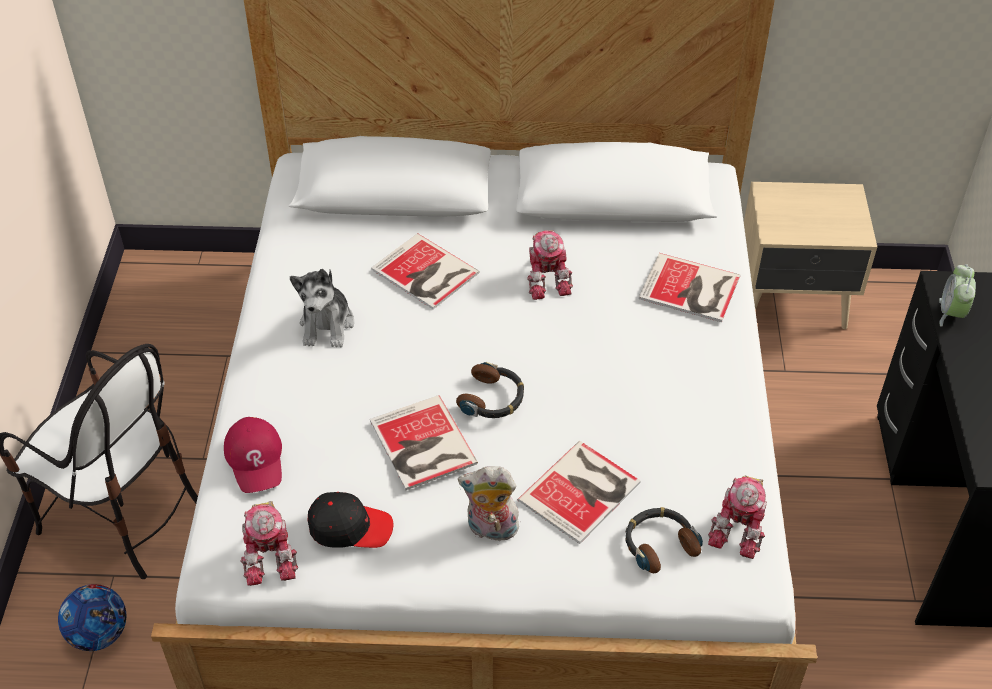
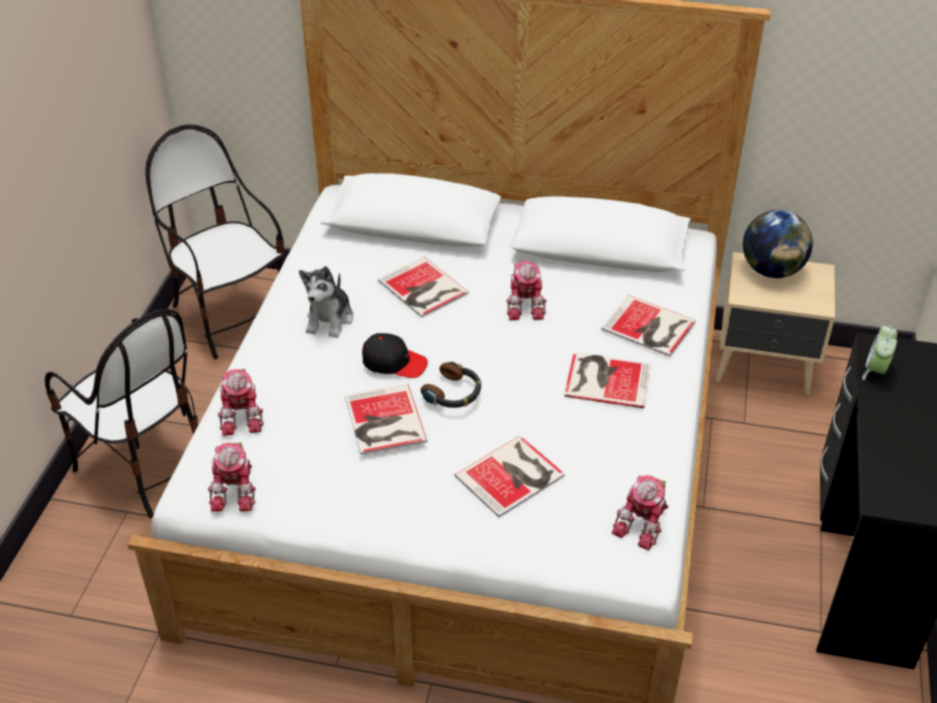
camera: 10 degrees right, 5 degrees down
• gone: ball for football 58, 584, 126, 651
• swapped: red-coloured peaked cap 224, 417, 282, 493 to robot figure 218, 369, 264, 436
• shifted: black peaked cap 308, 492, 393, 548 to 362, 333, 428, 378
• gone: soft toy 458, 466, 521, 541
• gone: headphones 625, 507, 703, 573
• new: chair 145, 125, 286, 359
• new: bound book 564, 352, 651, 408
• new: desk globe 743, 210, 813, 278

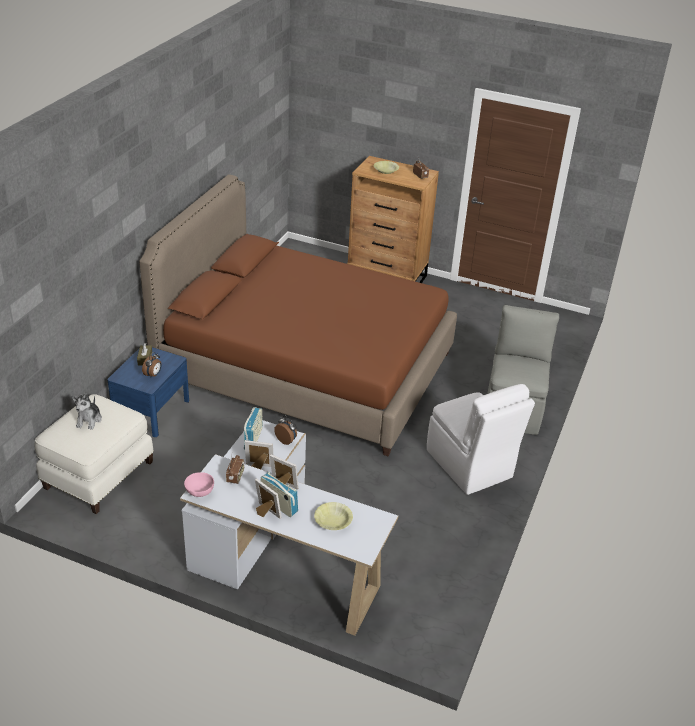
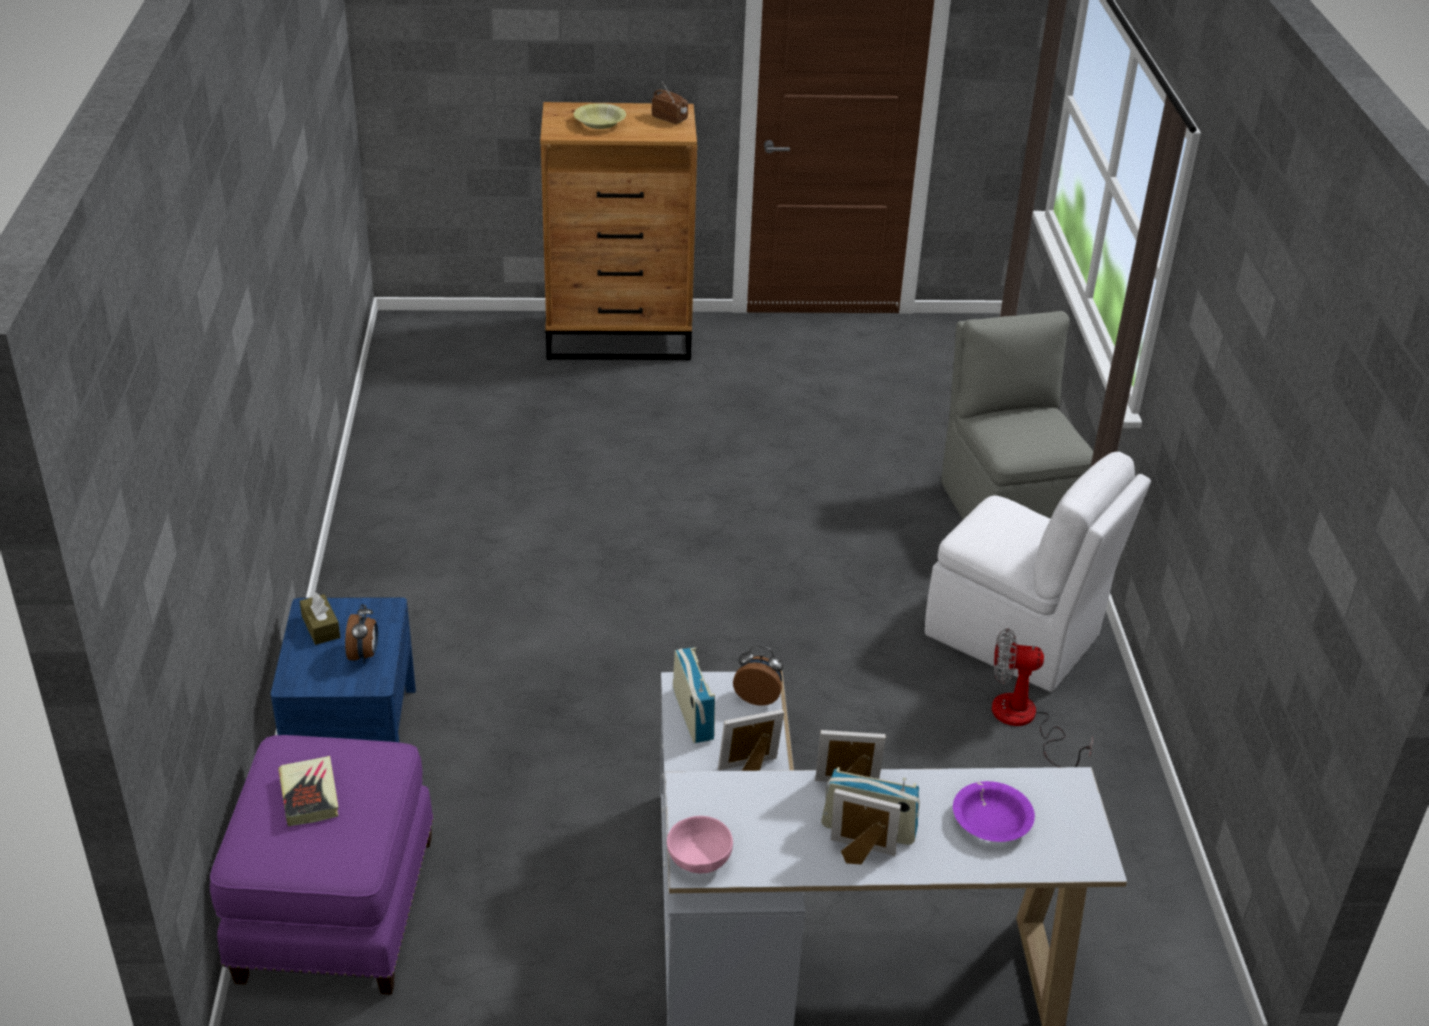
camera: 25 degrees left, 0 degrees up
• repainted: white ottoman 34, 394, 154, 514 to purplish ottoman 210, 735, 433, 995
• swapped: soft toy 72, 393, 102, 430 to bound book 279, 756, 338, 826
• gone: brownish sleeping bed 139, 175, 457, 456
• gone: radio set 226, 455, 244, 484
• repainted: yellowish deep dish 314, 502, 353, 530 to purplish deep dish 953, 781, 1035, 842
• new: electric fan 992, 628, 1093, 767

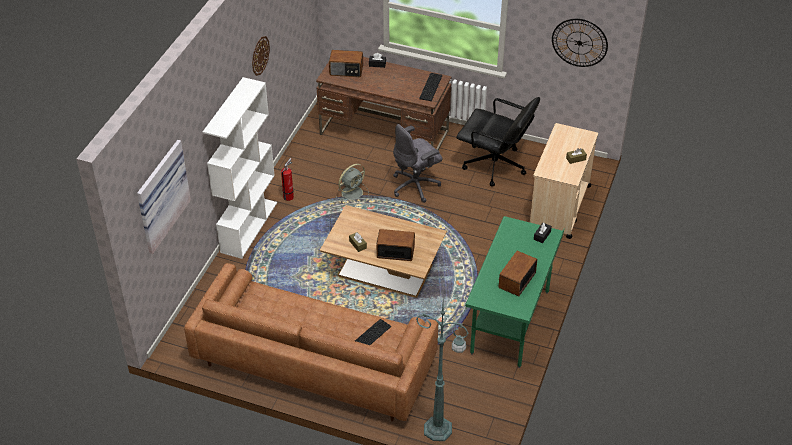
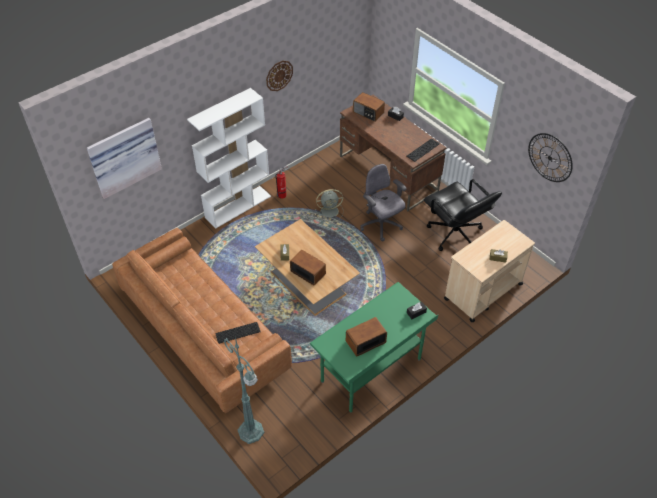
camera: 30 degrees right, 5 degrees up
• rotated: greyish desk chair 393, 124, 442, 203 = 361, 164, 406, 241 60 degrees clockwise

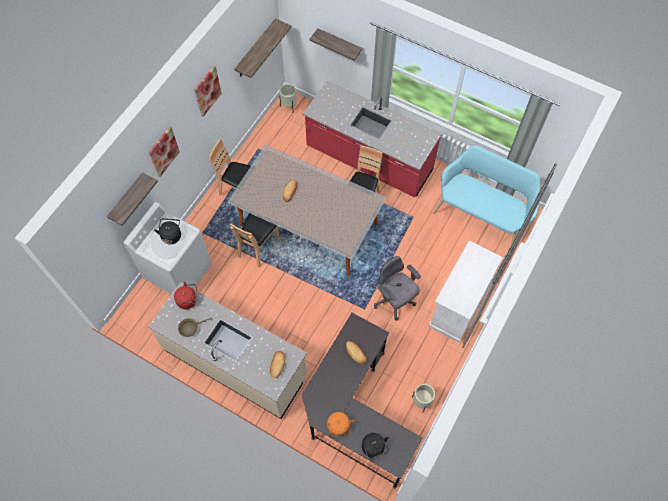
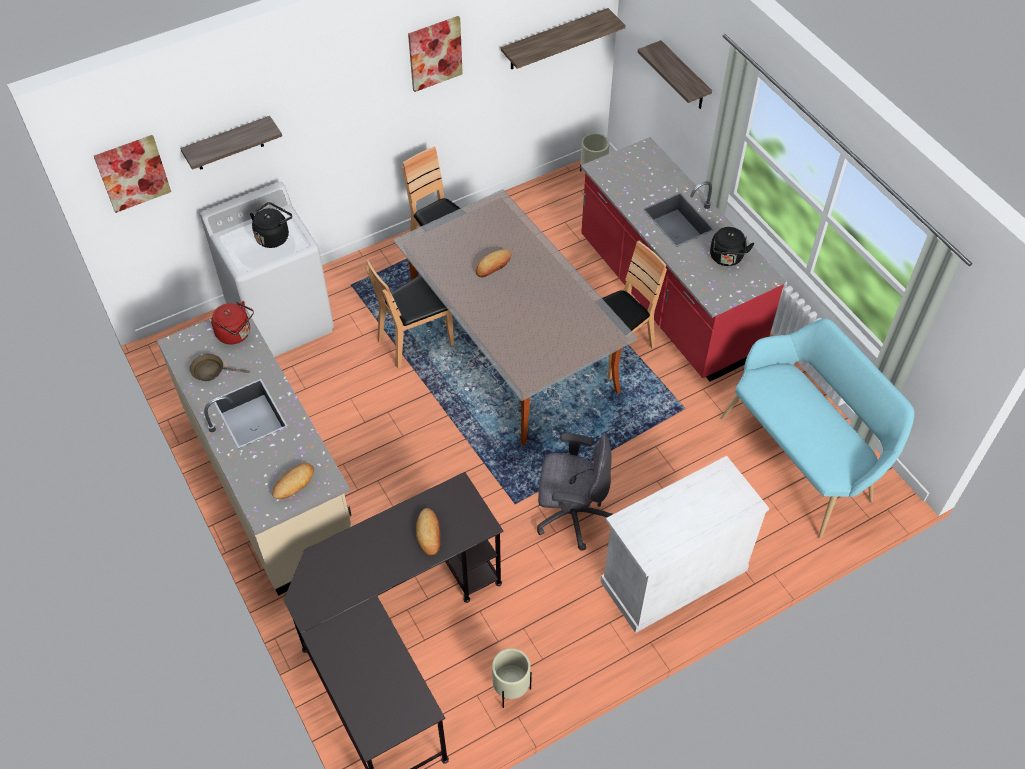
camera: 30 degrees right, 10 degrees down
• shifted: picture 149, 127, 180, 177 to 94, 135, 171, 213
• gone: orangey tea kettle 327, 412, 355, 437
• shifted: black tea kettle 362, 433, 389, 460 to 710, 227, 754, 266
• rotated: greyish desk chair 374, 256, 421, 321 = 537, 433, 613, 551 105 degrees clockwise

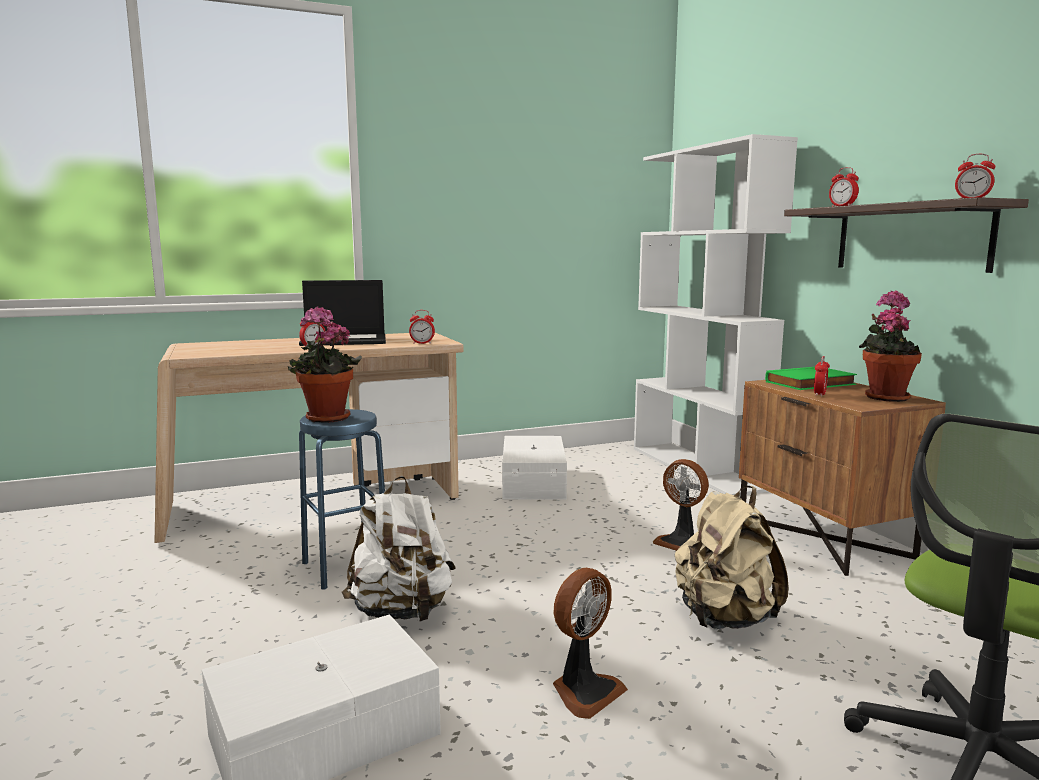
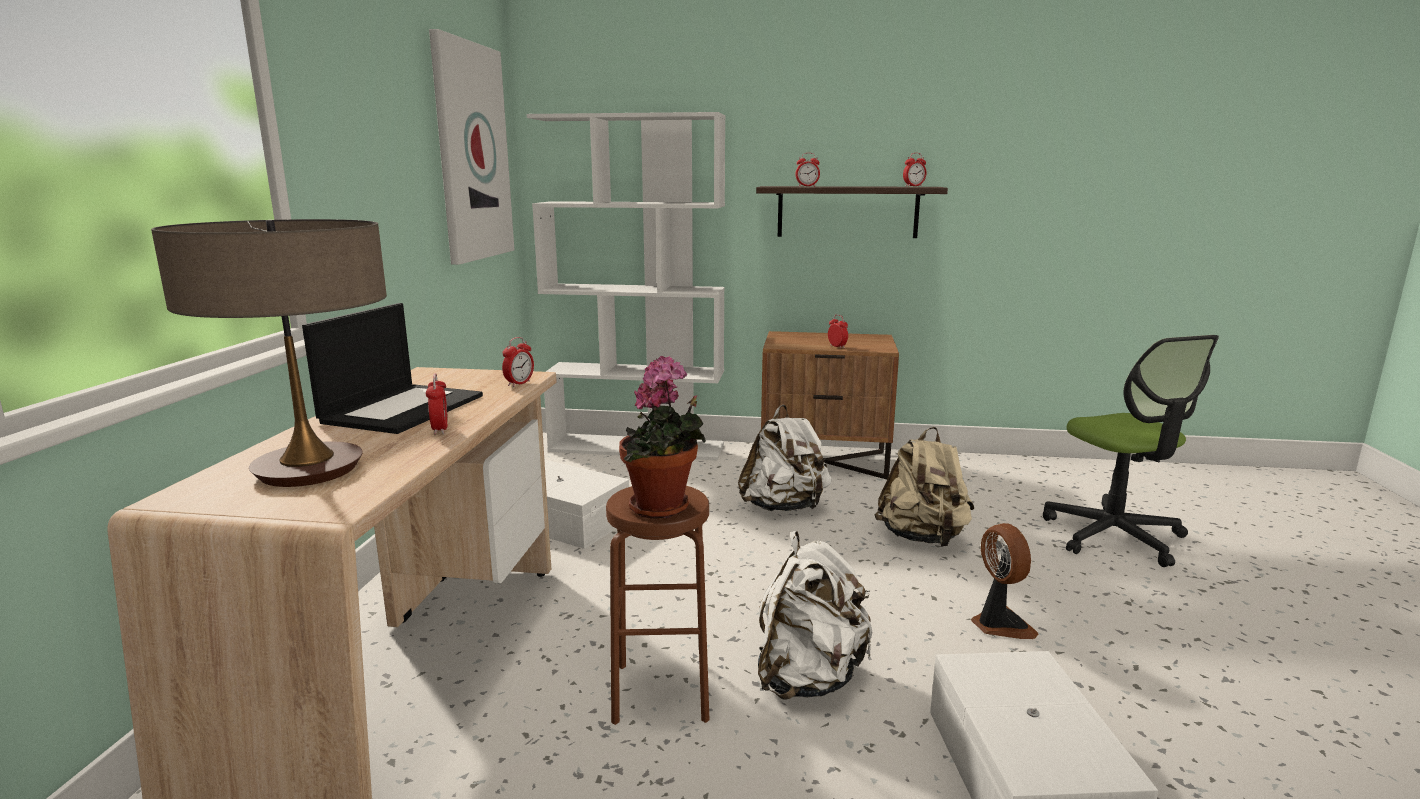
camera: 60 degrees left, 5 degrees up
• repainted: blue-coloured stool 299, 409, 385, 590 to brownish stool 606, 486, 710, 725
• swapped: electric fan 653, 459, 709, 551 to white backpack 738, 405, 832, 511
• gone: green bound book 765, 367, 857, 390
• gone: plant in a pot 859, 290, 922, 402
• new: tabletop lamp 151, 219, 387, 487
• new: picture 429, 29, 514, 265

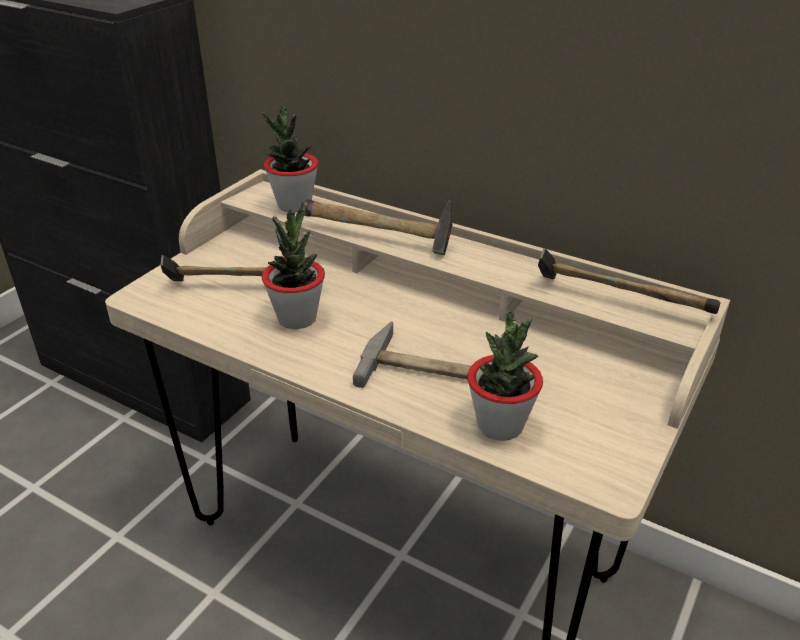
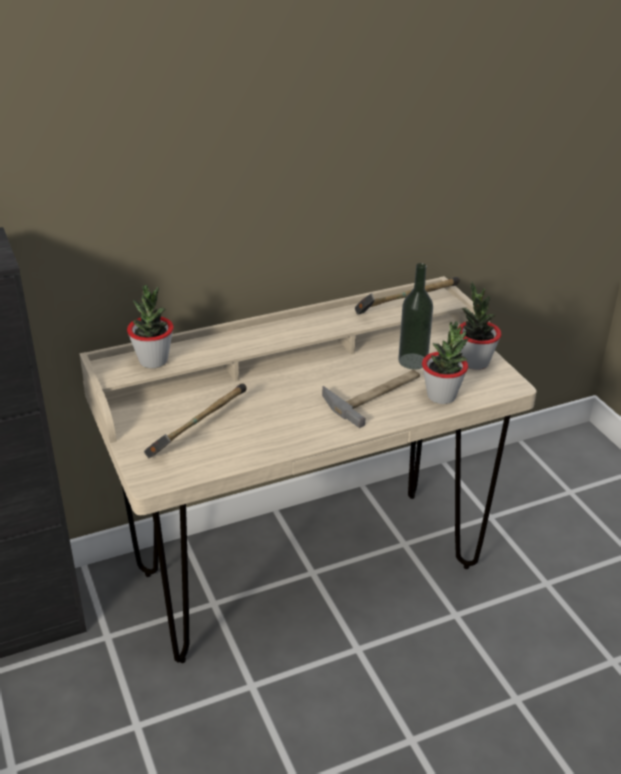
camera: 55 degrees left, 0 degrees up
• shifted: plant in a pot 262, 201, 325, 329 to 458, 282, 501, 370
• gone: hammer 304, 199, 453, 255
• new: drink bottle 398, 263, 433, 369

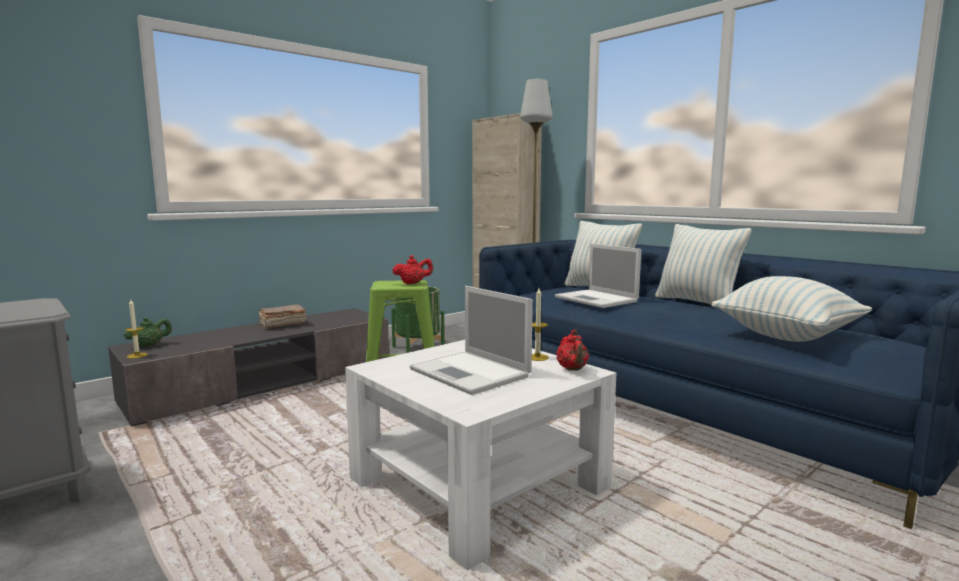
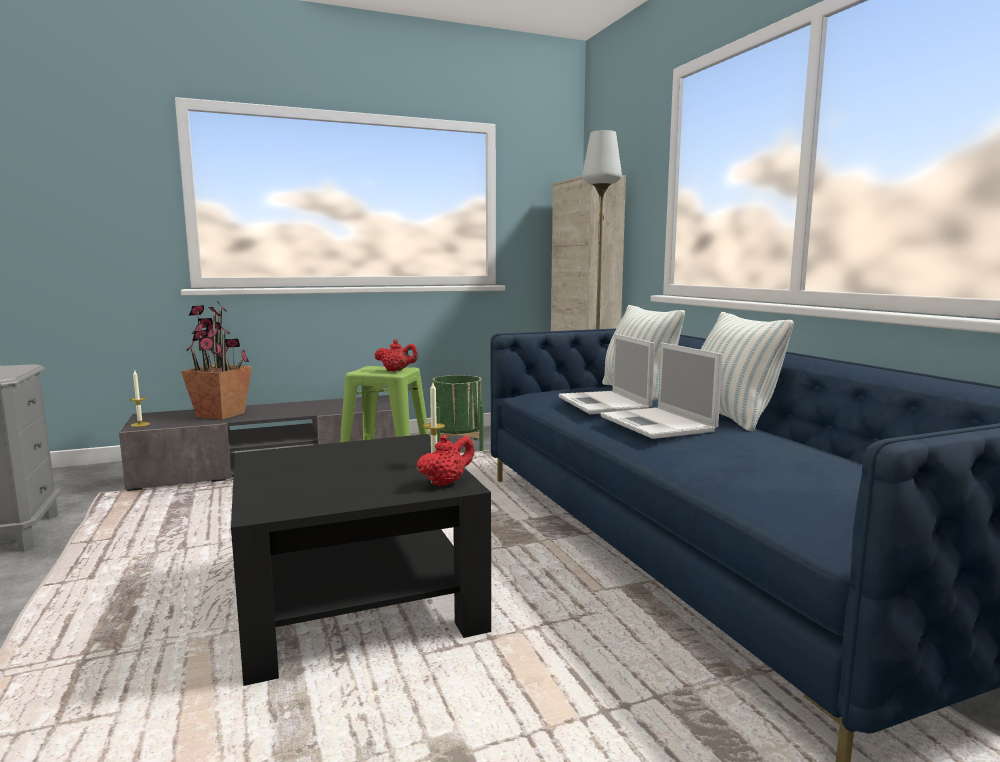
camera: 20 degrees right, 0 degrees up
• gone: green tea pot 124, 317, 172, 347
• gone: brownish bound book 258, 305, 307, 329
• repainted: white coffee table 345, 340, 616, 571 to black coffee table 231, 434, 491, 686
• shifted: notebook computer 410, 286, 533, 395 to 600, 342, 723, 439
• rotated: red-coloured tea pot 556, 330, 589, 371 = 417, 435, 474, 486 150 degrees counterclockwise
• gone: cushion 711, 276, 872, 342
• new: plant in a pot 181, 302, 252, 420

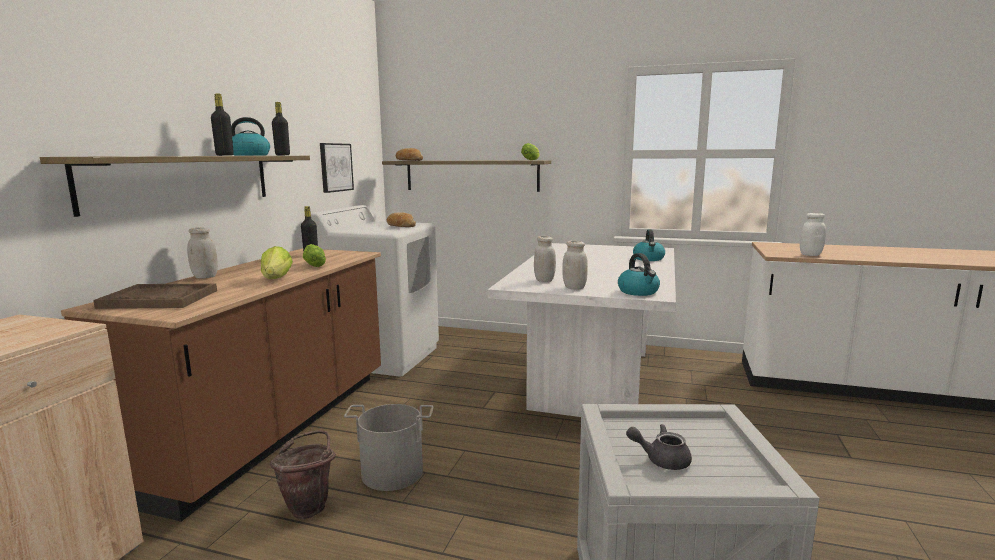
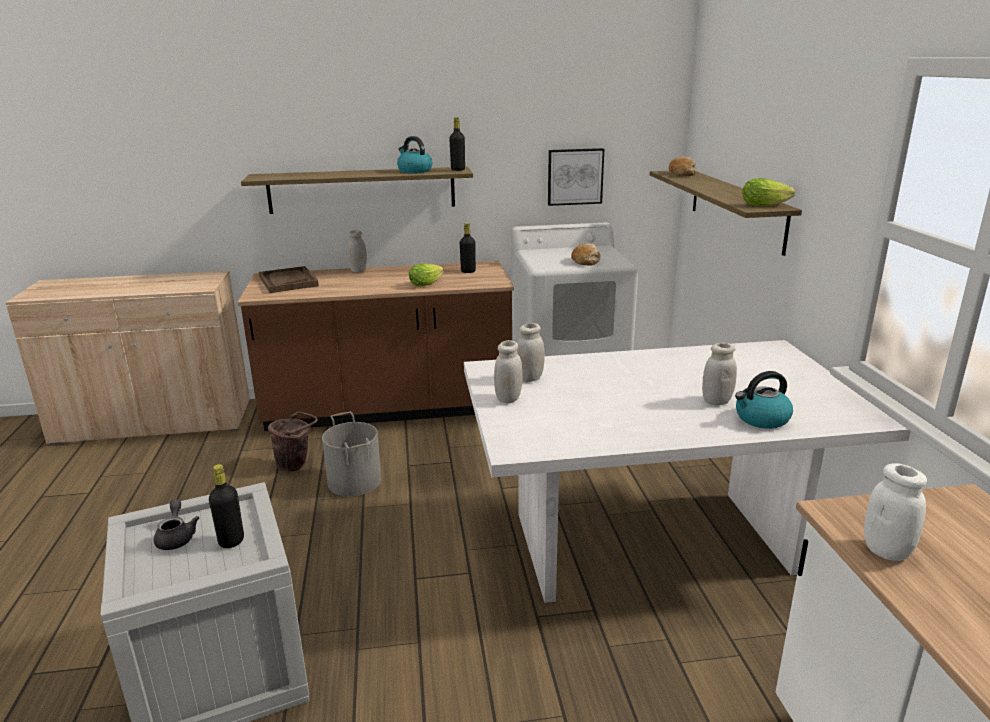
camera: 65 degrees right, 10 degrees up
• shifted: black drink bottle 211, 94, 234, 156 to 209, 464, 244, 548
• gone: head of lettuce 261, 246, 293, 279
• gone: tea kettle 618, 253, 660, 296
• new: white preserve jar 702, 343, 737, 405

